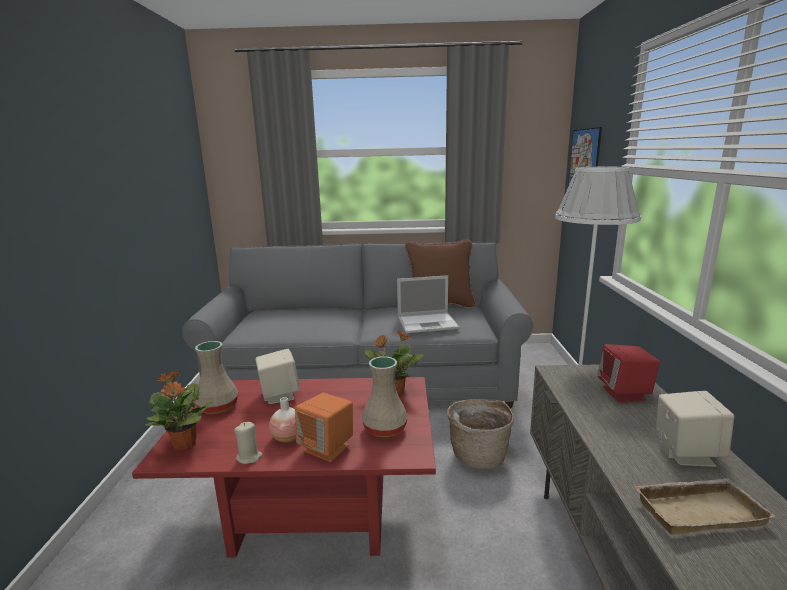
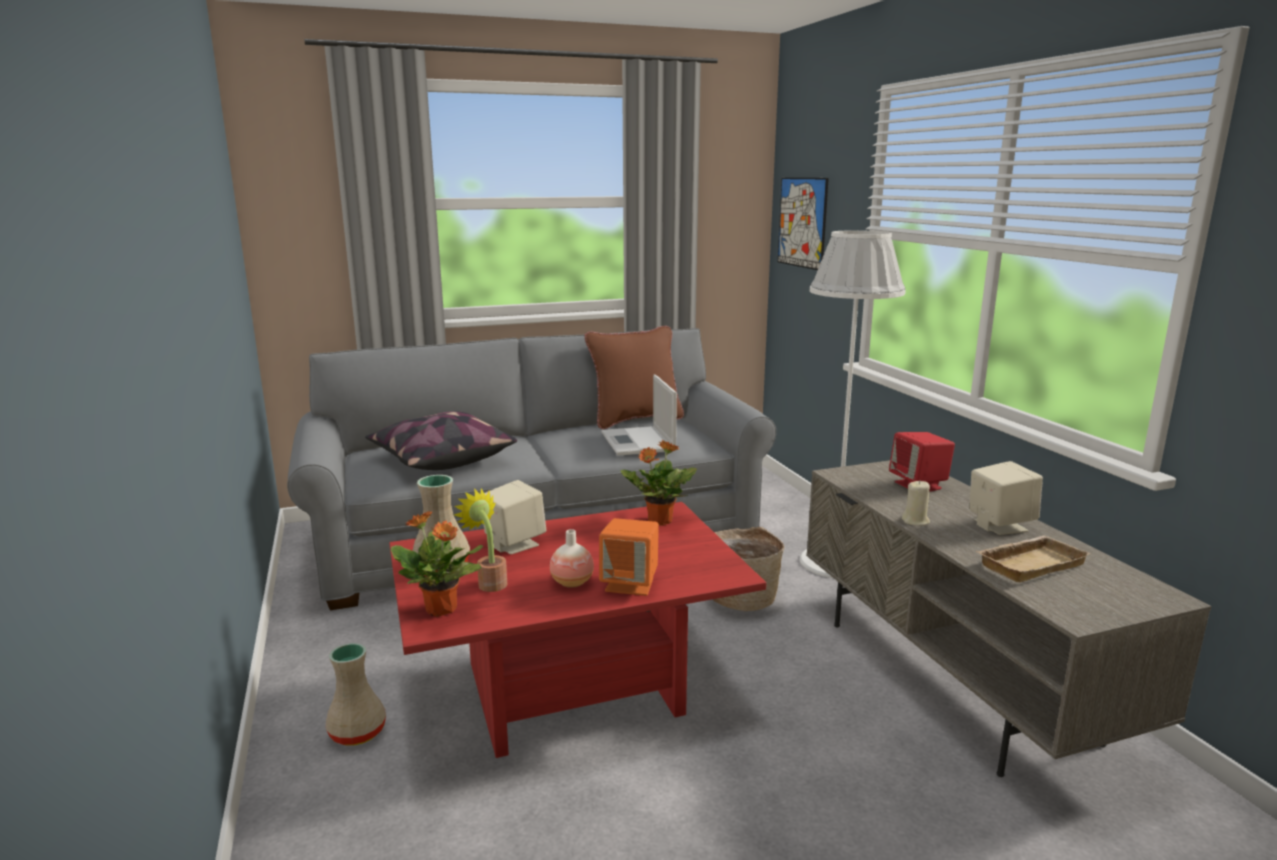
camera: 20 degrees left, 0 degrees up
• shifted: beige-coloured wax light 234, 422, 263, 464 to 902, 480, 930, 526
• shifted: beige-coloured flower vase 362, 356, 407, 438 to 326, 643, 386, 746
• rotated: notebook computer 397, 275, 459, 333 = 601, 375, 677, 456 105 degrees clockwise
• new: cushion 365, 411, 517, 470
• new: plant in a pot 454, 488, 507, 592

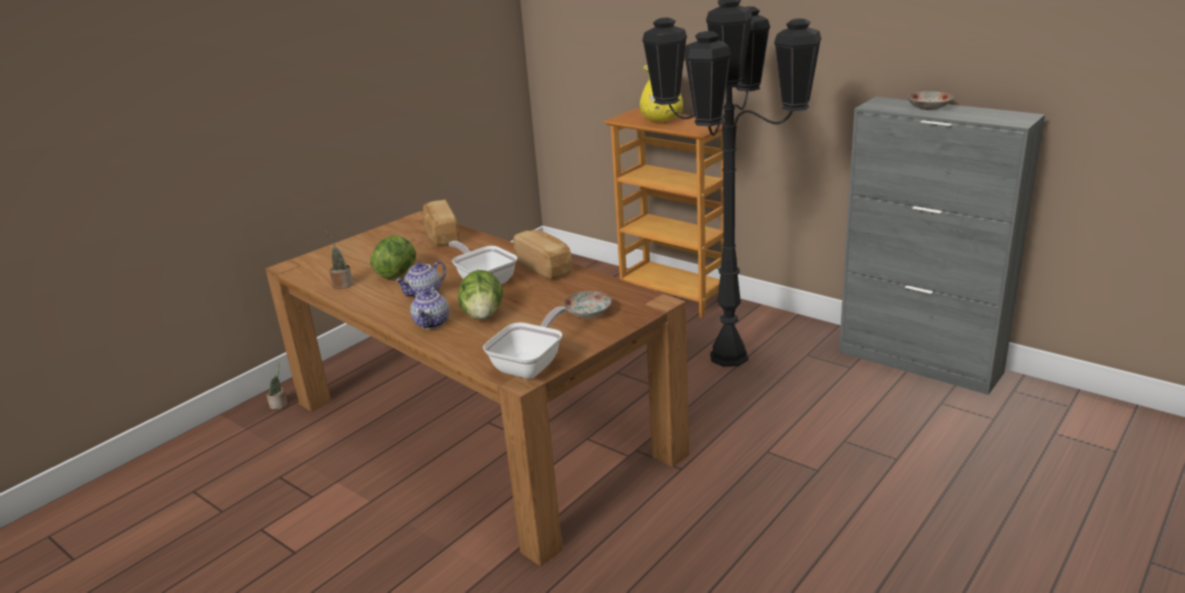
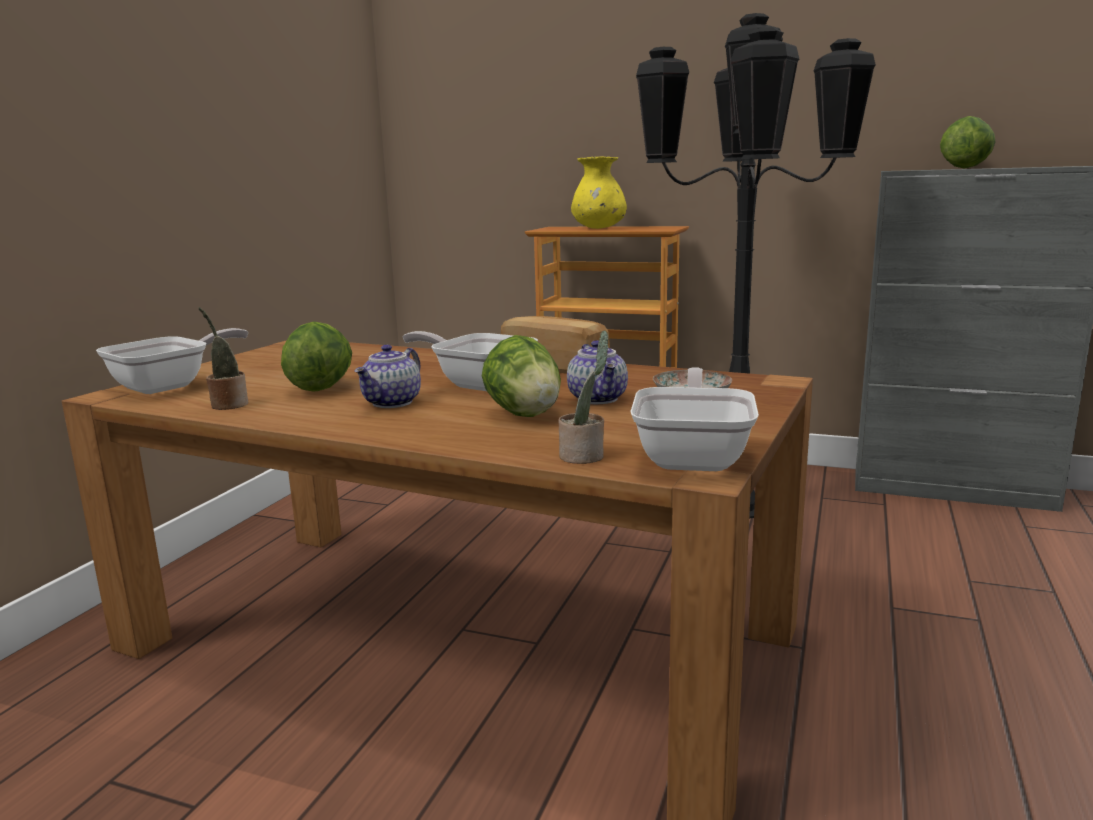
camera: 20 degrees left, 10 degrees down
• shifted: plant in a pot 266, 361, 287, 410 to 558, 331, 609, 464
• shifted: tea pot 410, 285, 449, 329 to 567, 340, 628, 404
• gone: bakery bread 423, 199, 459, 246
• swapped: flat dish 907, 91, 954, 110 to head of lettuce 940, 116, 995, 169
• new: skillet 96, 328, 248, 394

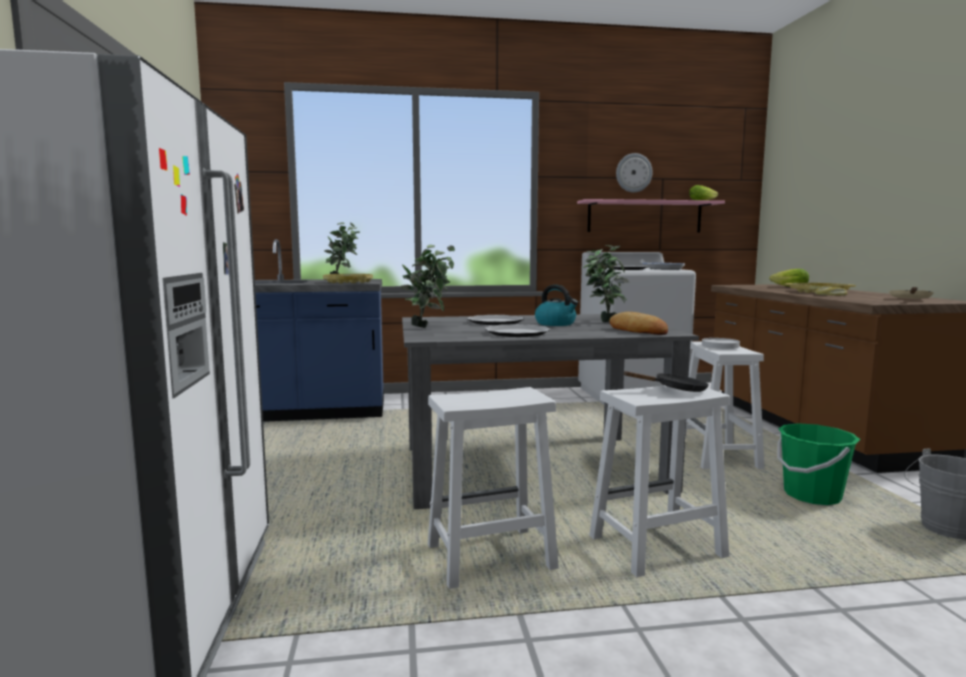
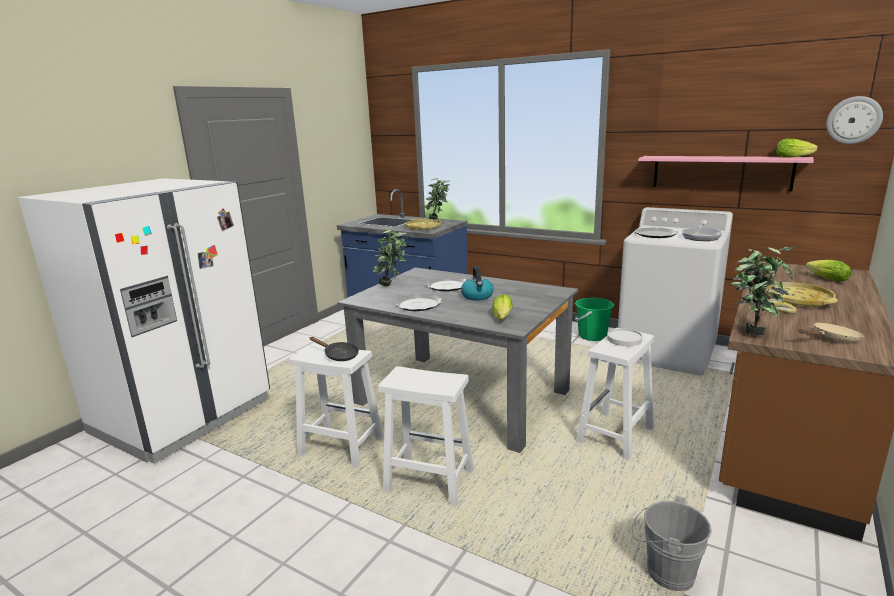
camera: 40 degrees right, 10 degrees up
• shifted: plant in a pot 583, 245, 629, 322 to 732, 247, 795, 336
• swapped: bakery bread 609, 312, 668, 335 to head of lettuce 492, 294, 513, 320
• shifted: clock on the wall 616, 153, 653, 193 to 826, 96, 883, 144
• shifted: black skillet 623, 371, 709, 392 to 310, 337, 359, 361
• shifted: green bucket 777, 423, 860, 505 to 575, 298, 614, 341

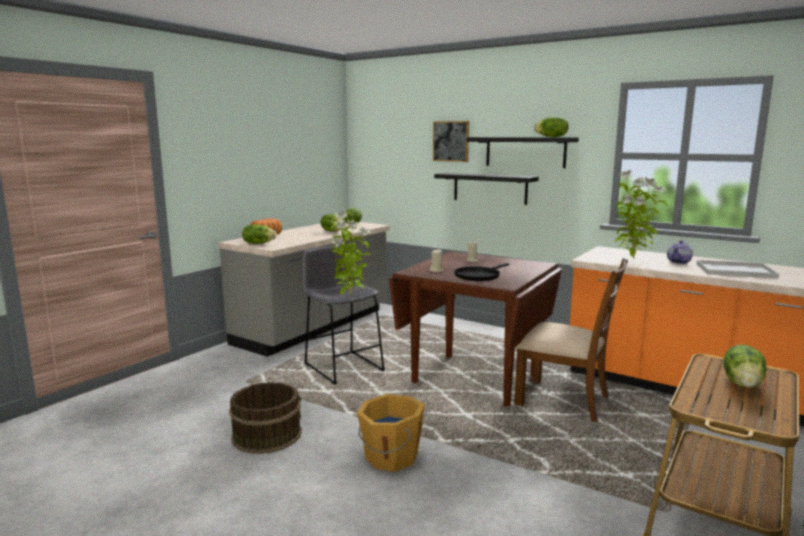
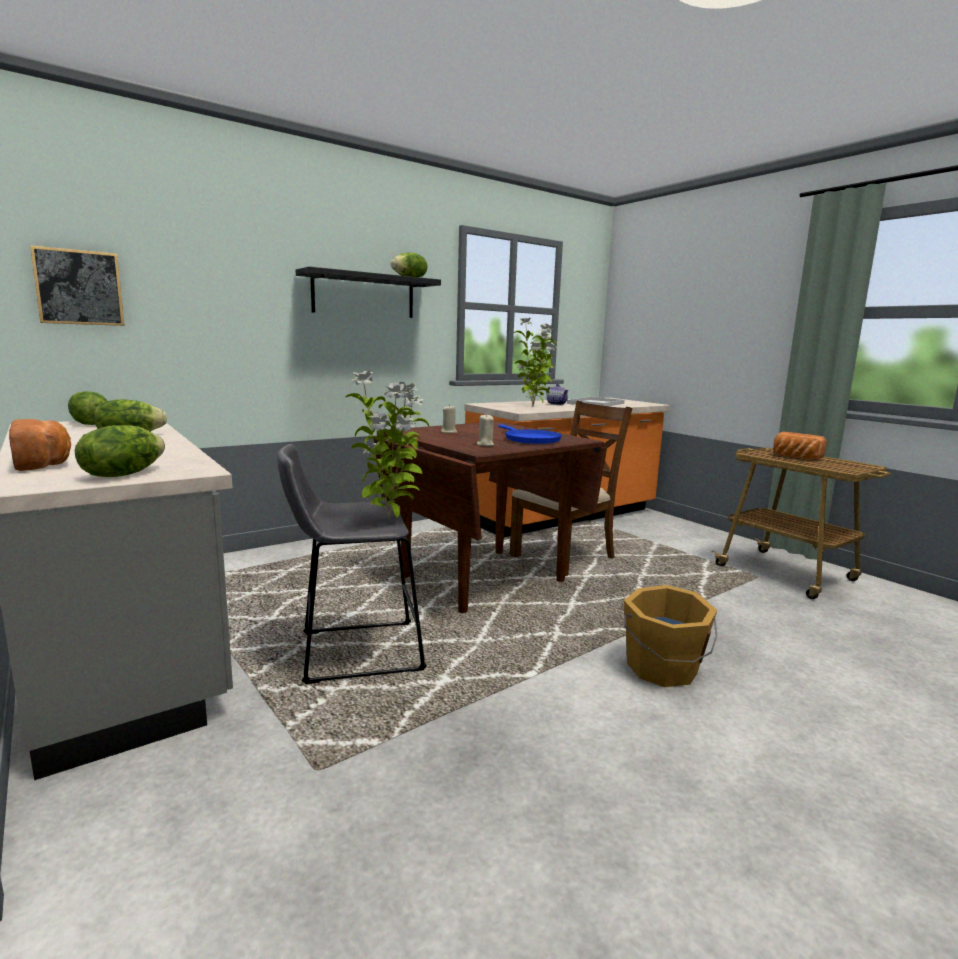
camera: 70 degrees left, 0 degrees up
• gone: brownish bucket 229, 382, 302, 454
• shifted: picture 433, 121, 469, 162 to 30, 245, 125, 326
• gone: black wall shelf 434, 173, 539, 205
• repainted: black skillet 454, 263, 509, 281 to blue-coloured skillet 498, 424, 562, 444
• swapped: head of lettuce 724, 345, 766, 388 to bakery bread 773, 432, 827, 460

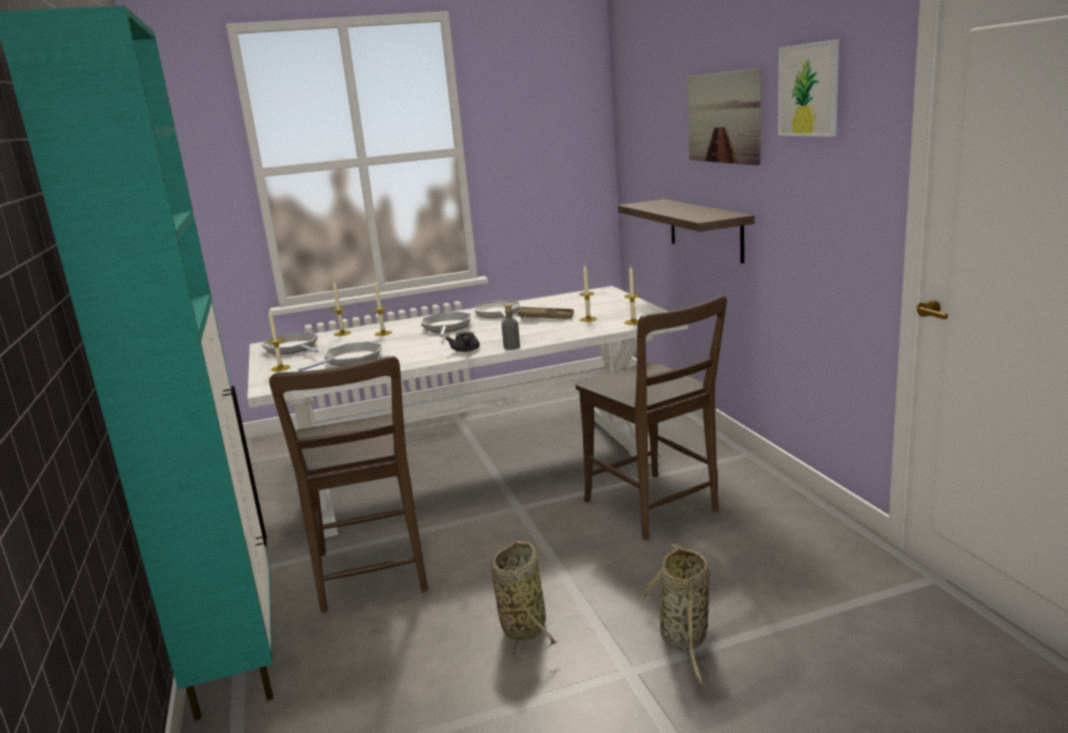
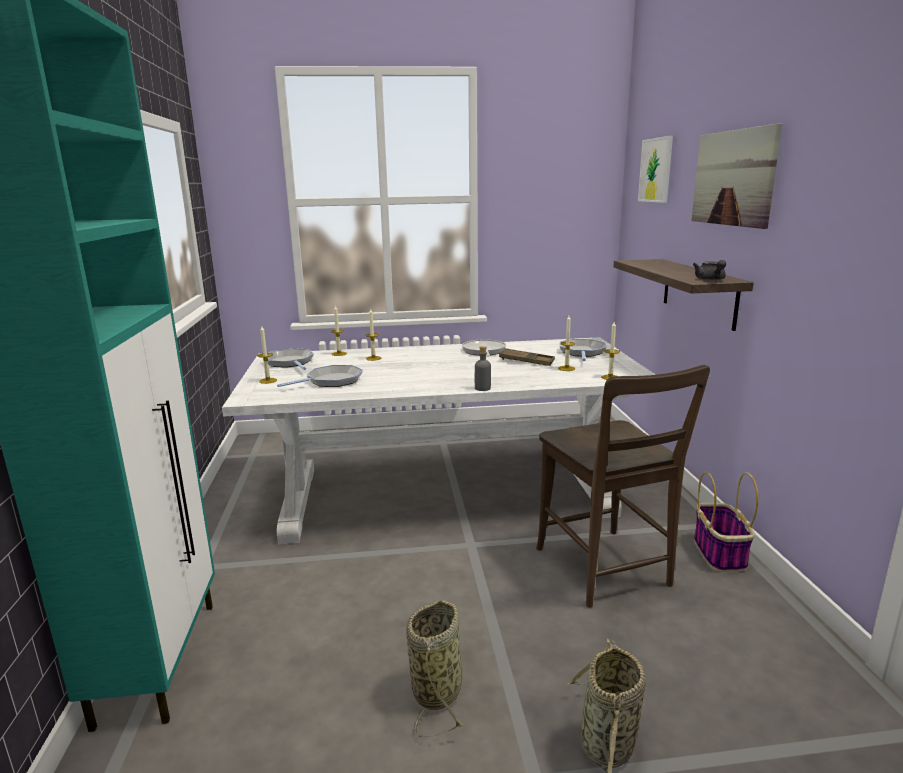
camera: 10 degrees right, 0 degrees up
• gone: brownish chair 269, 356, 428, 613
• shifted: skillet 421, 312, 471, 337 to 559, 339, 607, 361
• shifted: greyish tea pot 445, 331, 480, 352 to 693, 260, 726, 281
• shifted: picture 778, 39, 839, 137 to 638, 136, 673, 203
• new: household basket 694, 472, 758, 572

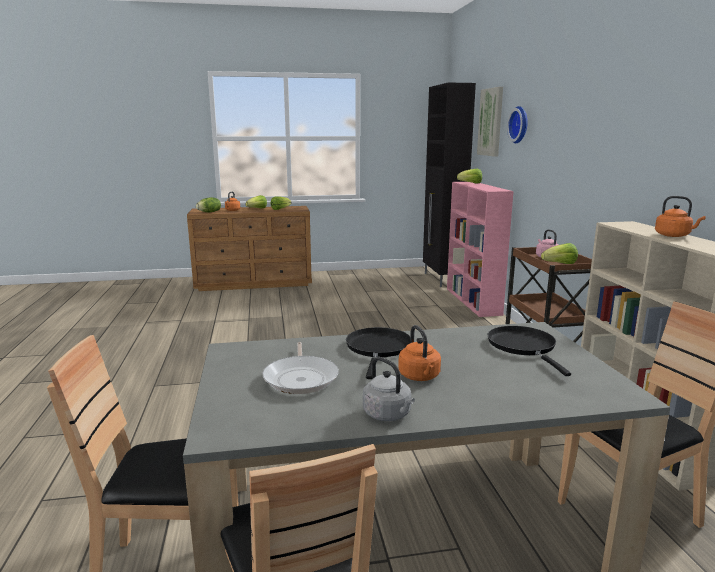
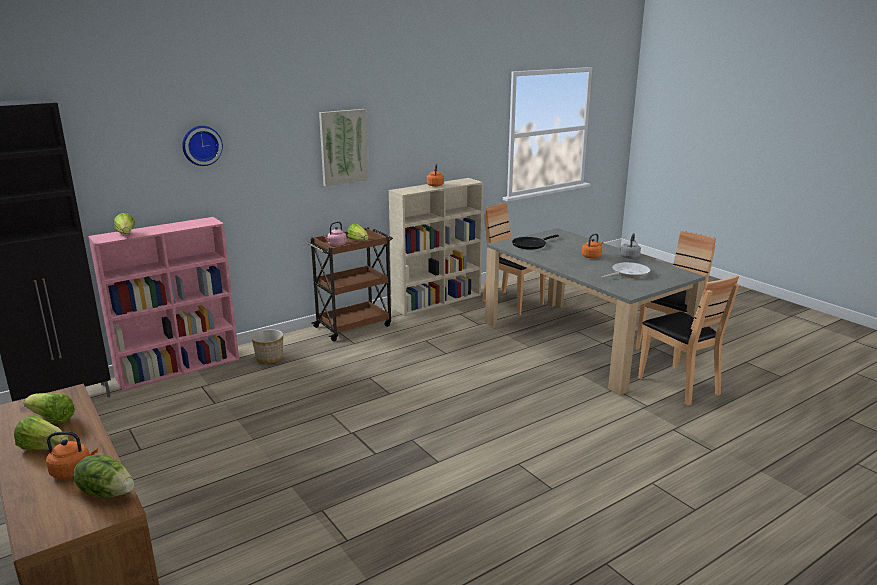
camera: 115 degrees left, 5 degrees up
• gone: black skillet 346, 327, 410, 379
• shifted: picture 477, 87, 503, 157 to 319, 109, 369, 187
• new: flower pot 251, 329, 283, 364

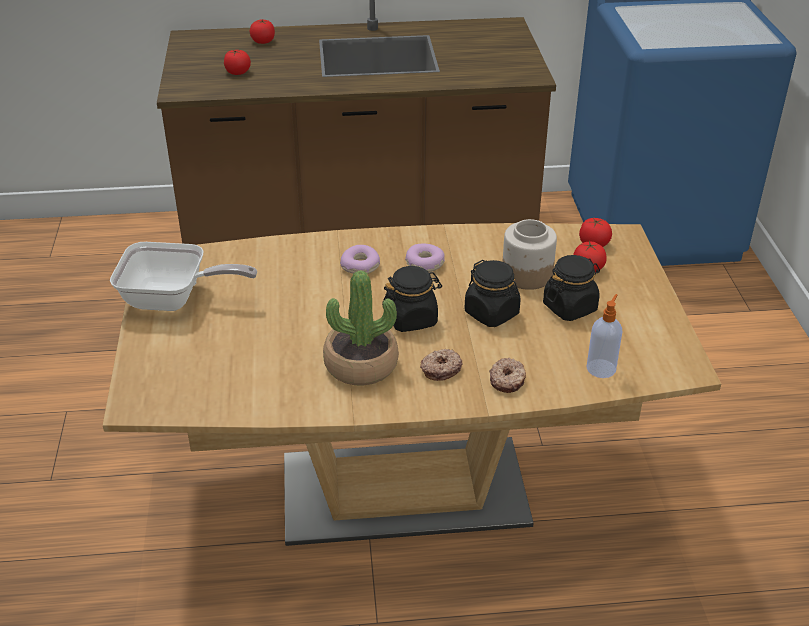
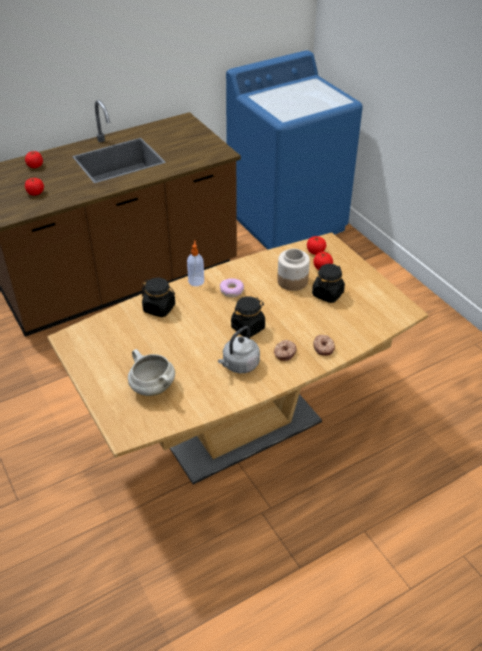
camera: 25 degrees left, 5 degrees up
• gone: skillet 110, 242, 257, 311
• swapped: plant in a pot 323, 270, 399, 385 to greyish tea kettle 218, 326, 260, 373
• gone: donut 340, 245, 380, 274
• shifted: black preserve jar 464, 260, 521, 327 to 142, 278, 175, 317
• shifted: soap bottle 586, 294, 622, 378 to 187, 240, 204, 286
• new: white stockpot 128, 349, 175, 396

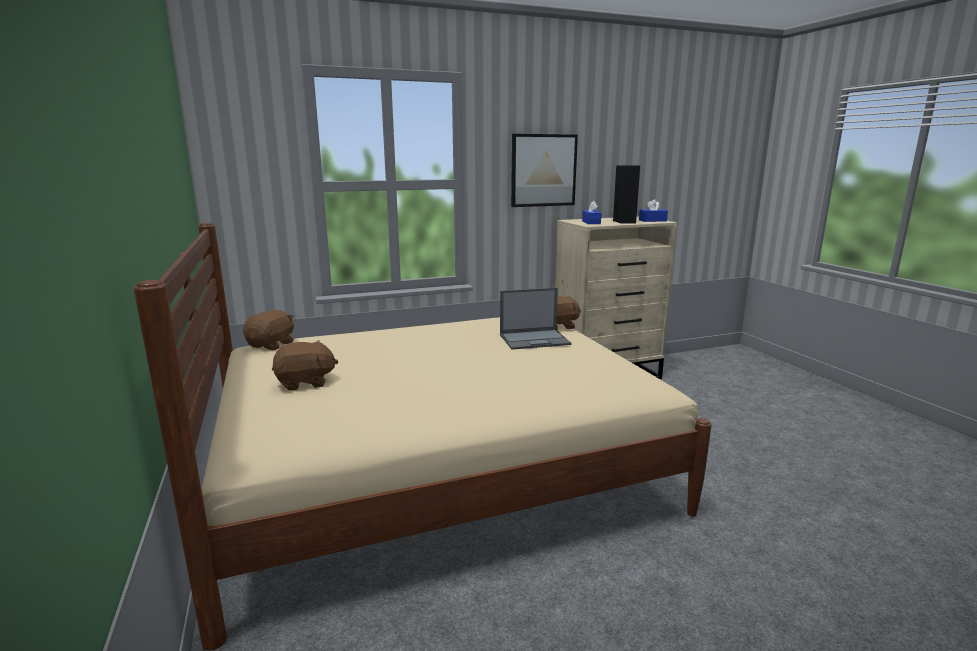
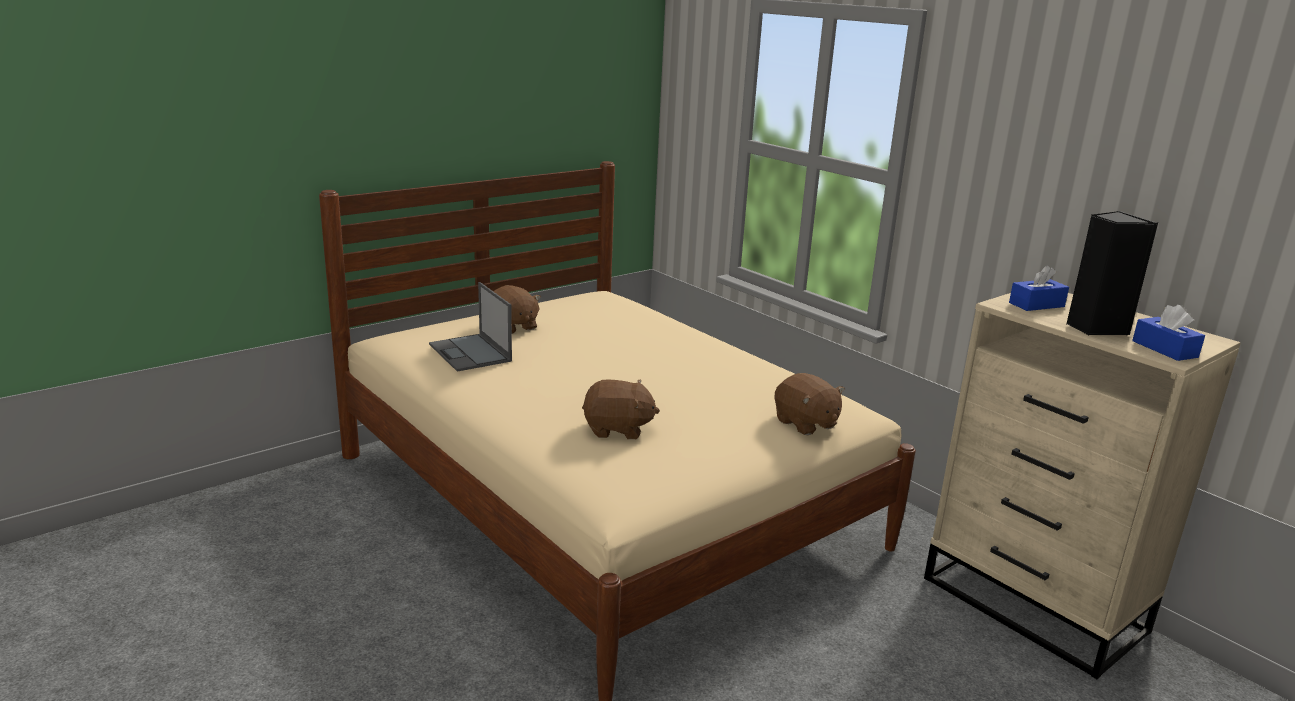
camera: 70 degrees right, 5 degrees up
• shifted: brownish soft toy 243, 310, 294, 350 to 582, 379, 660, 439
• shifted: notebook computer 500, 288, 571, 350 to 429, 282, 512, 372
• gone: picture 511, 134, 578, 207

